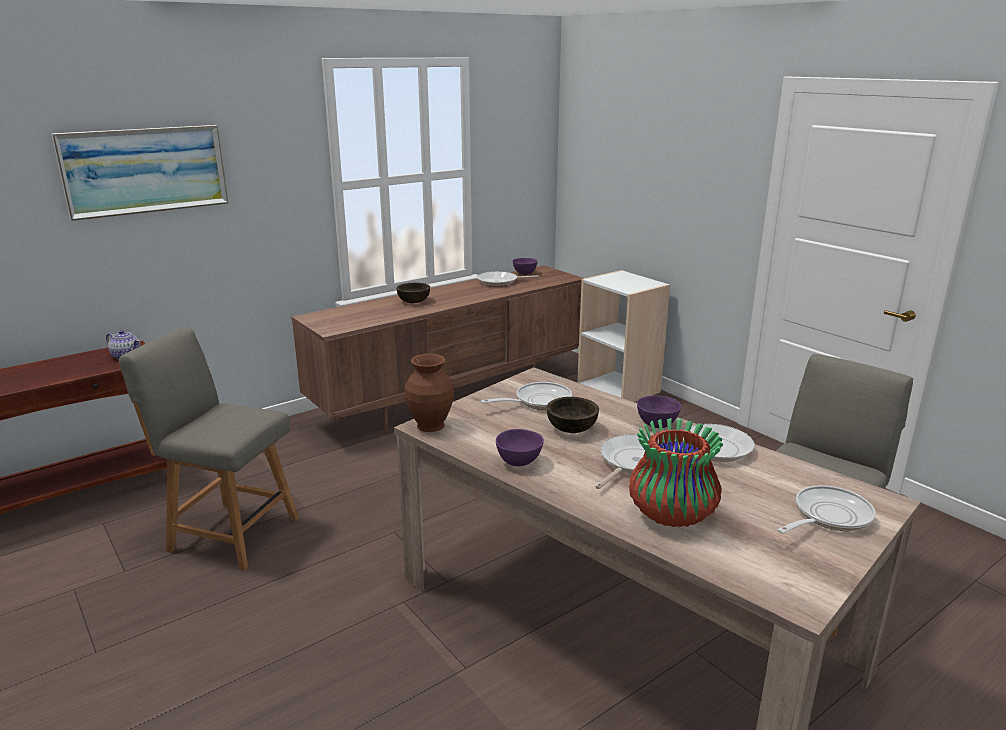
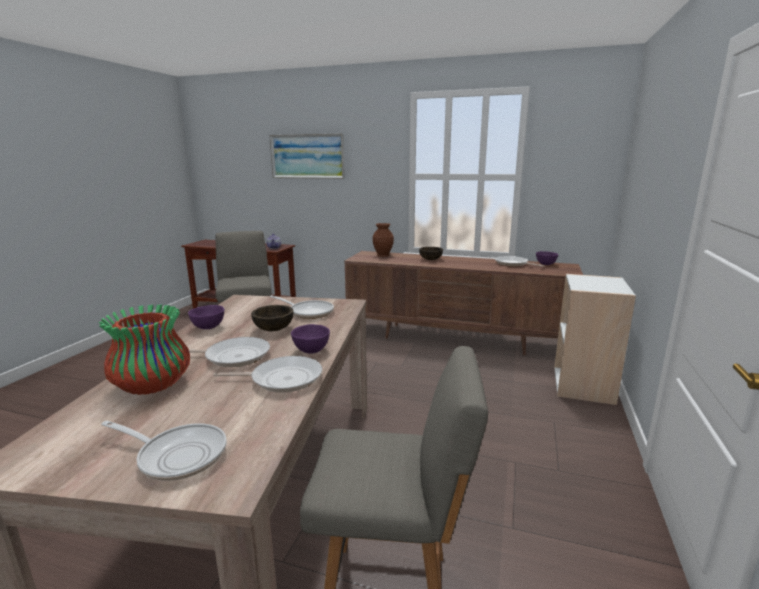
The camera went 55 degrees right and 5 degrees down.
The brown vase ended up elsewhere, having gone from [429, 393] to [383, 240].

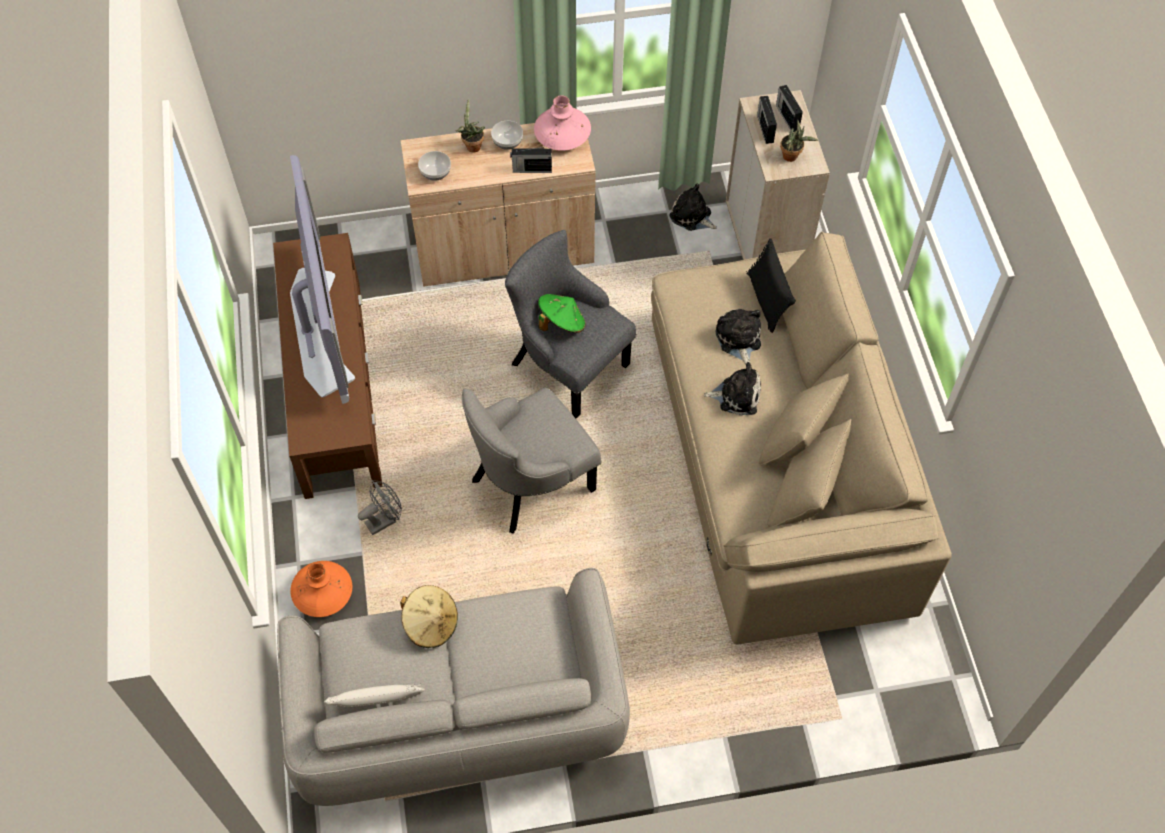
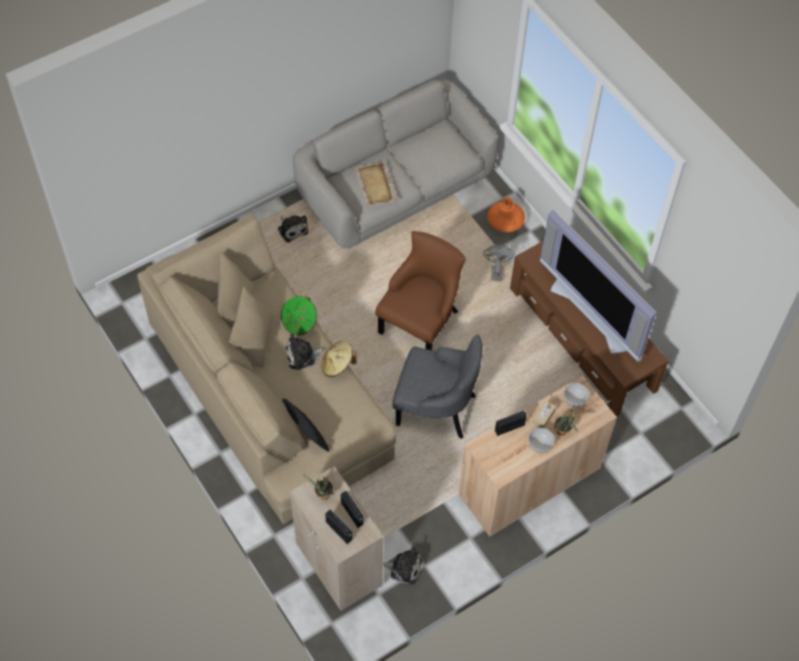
The camera went 155 degrees right and 0 degrees up.
The second view lost the white pillow at [374, 695].
The grey fan at [380, 507] ended up facing another way, 150 degrees clockwise from before.
The beige hat ended up elsewhere, having gone from [429, 616] to [339, 359].
What was the grey armchair at [532, 461] turned into the brown armchair at [420, 290].
The second view lost the pink vase at [562, 123].
The green hat ended up elsewhere, having gone from [562, 313] to [299, 315].
The plush toy ended up elsewhere, having gone from [738, 337] to [293, 229].
The second view gained the beige tray at [376, 184].
The second view gained the beige tissue box at [544, 414].

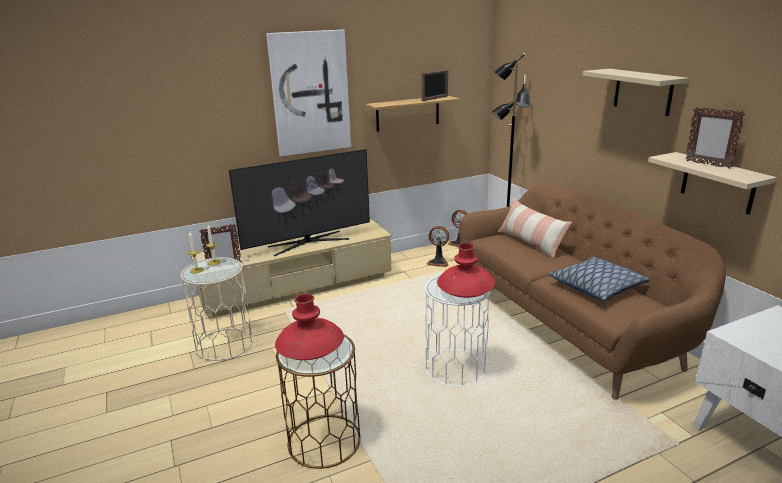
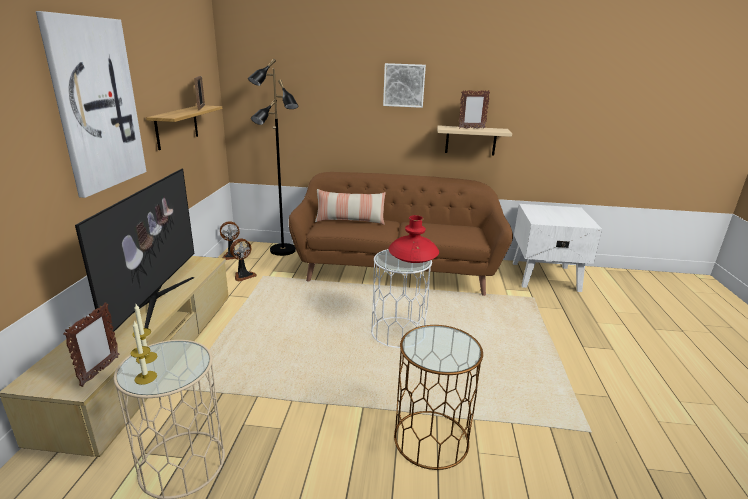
The camera went 60 degrees left and 0 degrees up.
The second view lost the red vase at [309, 327].
The second view lost the pillow at [599, 278].
Where the beige shelf hung at [635, 92], the picture came to hang at [404, 85].

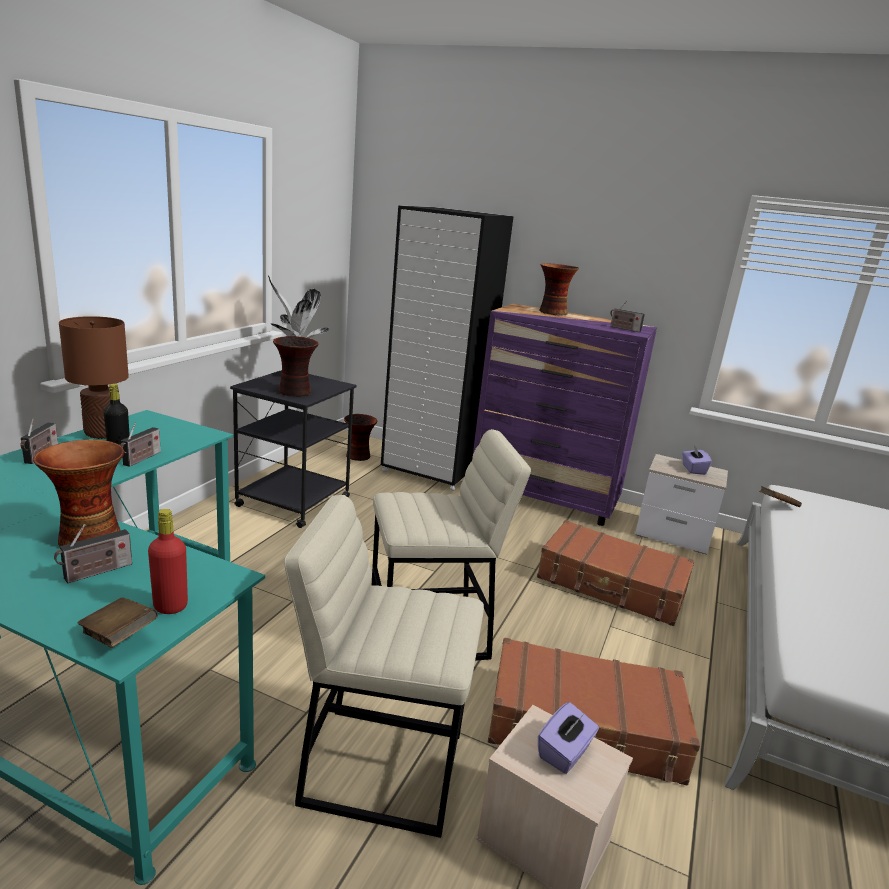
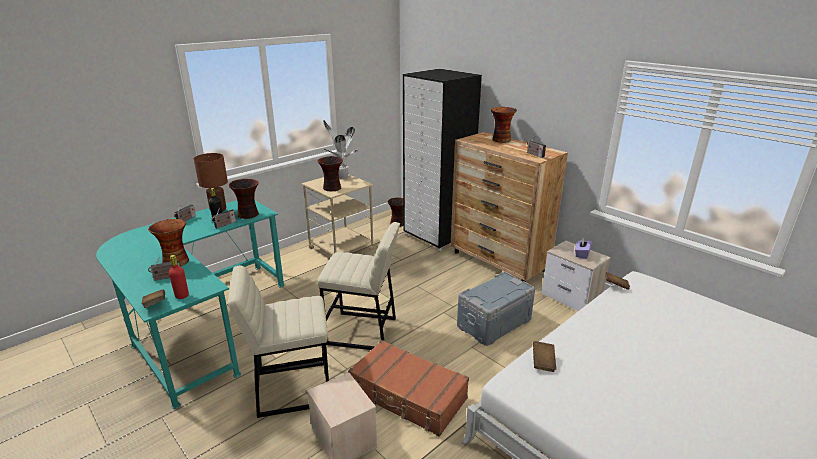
The camera went 25 degrees right and 5 degrees up.
What was the black cart at [293, 449] turned into the beige cart at [338, 215].
The beige chair at [384, 666] ended up facing another way, 45 degrees counterclockwise from before.
What was the purple dresser at [565, 415] turned into the brown dresser at [509, 207].
Where the brown suitcase stood at [616, 573], the grey storage box came to stand at [496, 309].
The second view lost the purple tissue box at [568, 738].
The second view gained the vase at [244, 199].
The second view gained the brown book at [544, 356].

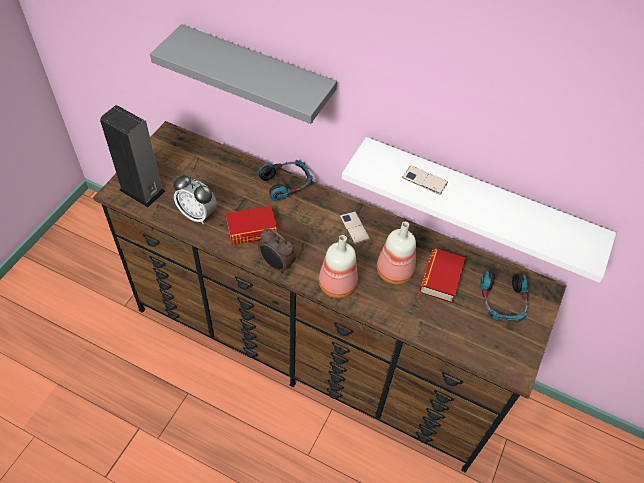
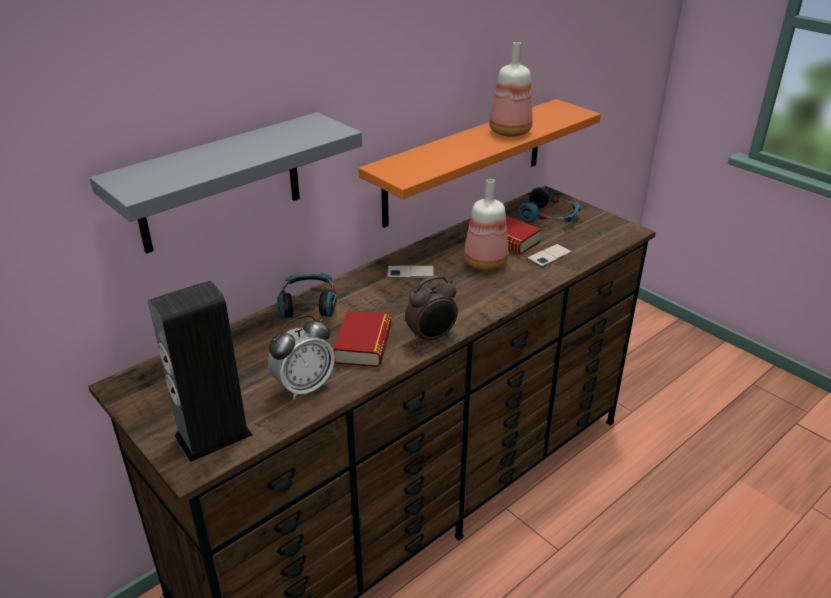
The camera went 65 degrees left and 20 degrees down.
The bottle ended up elsewhere, having gone from [338, 266] to [511, 89].
What was the white shelf at [479, 210] turned into the orange shelf at [479, 163].
The phone ended up elsewhere, having gone from [425, 180] to [549, 255].

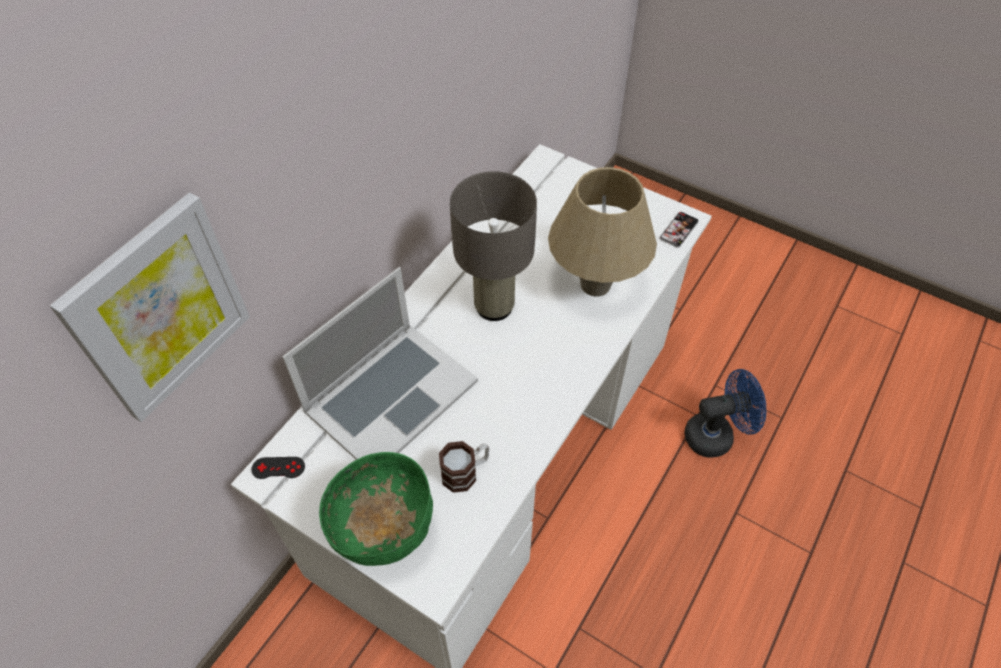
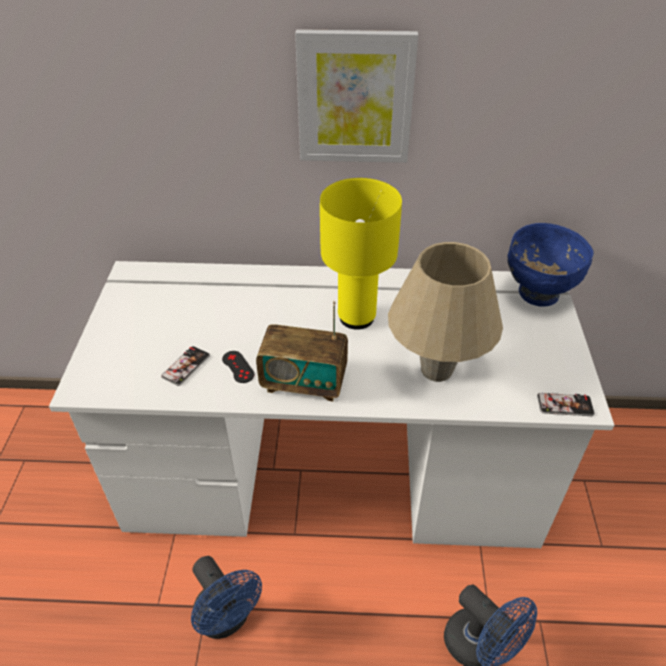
The camera went 60 degrees right and 10 degrees down.
The picture ended up elsewhere, having gone from [150, 307] to [356, 96].
The black game controller ended up elsewhere, having gone from [278, 468] to [238, 367].
The second view lost the laptop at [380, 363].
The second view lost the green bowl at [376, 509].
Where the mug stood at [464, 467], the phone came to stand at [185, 366].
What was the grey table lamp at [493, 246] turned into the yellow table lamp at [361, 254].
The second view gained the blue fan at [226, 597].
The second view gained the radio at [302, 351].
The second view gained the blue bowl at [550, 265].

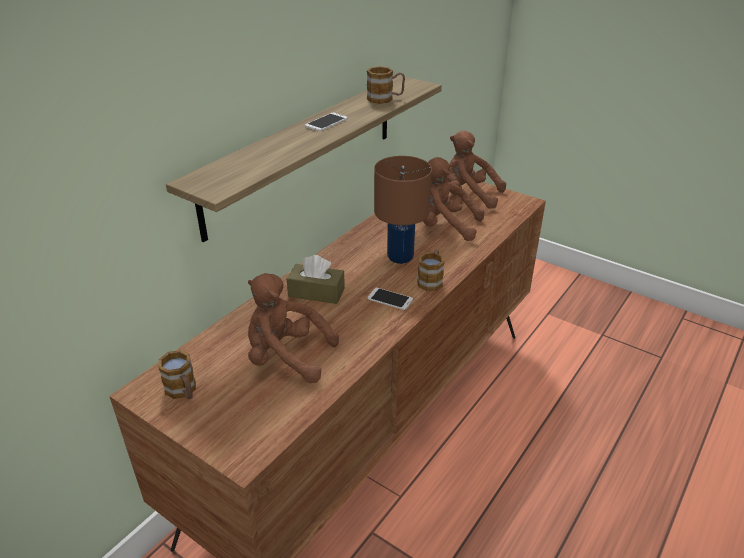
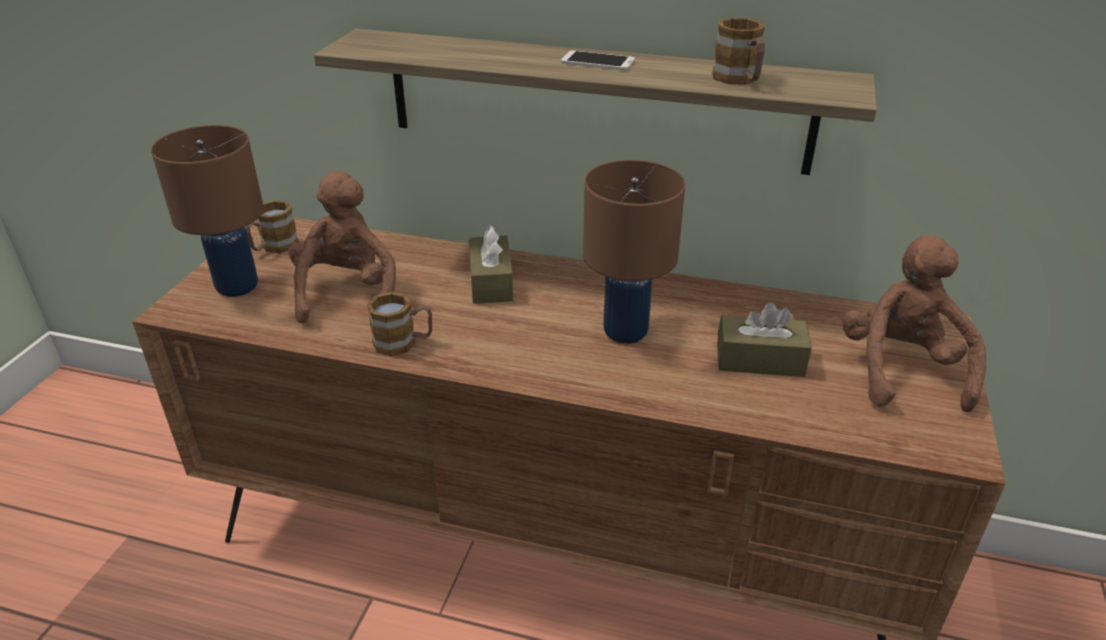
The camera went 70 degrees right and 0 degrees up.
The second view lost the phone at [390, 298].
The mug ended up elsewhere, having gone from [431, 270] to [399, 324].
Where the brown plush toy stood at [453, 199], the brown tissue box came to stand at [764, 339].
The second view gained the brown table lamp at [207, 211].

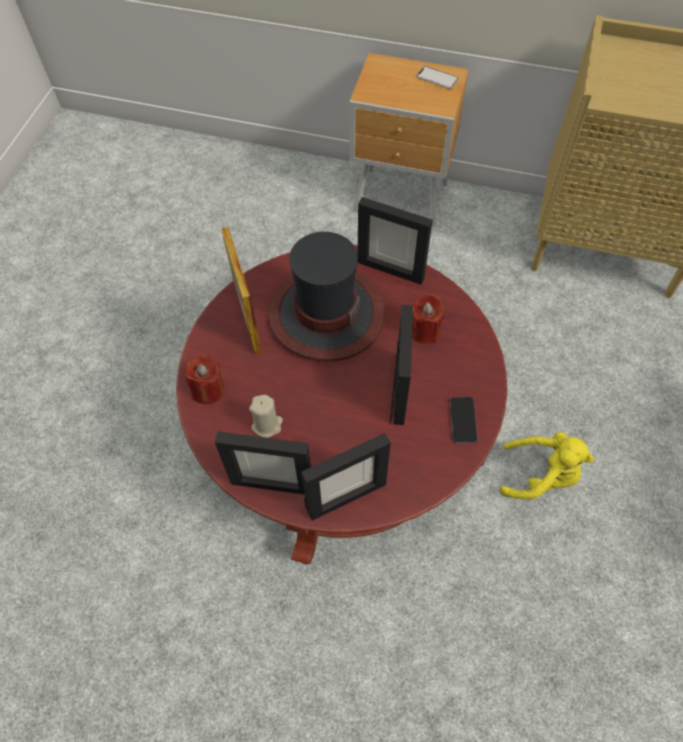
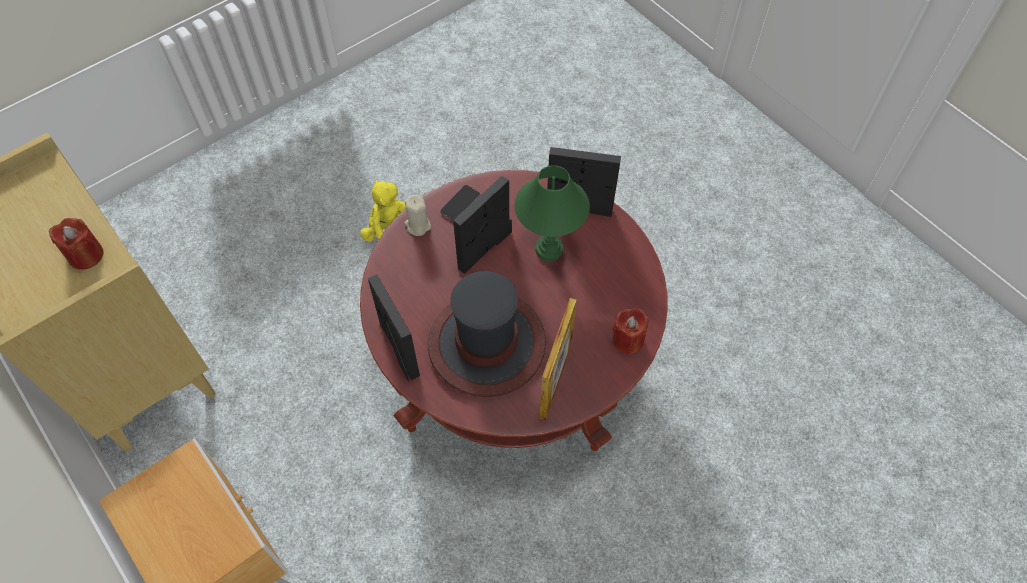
The camera went 145 degrees left and 0 degrees up.
The second view lost the picture frame at [263, 463].
The beige candle ended up elsewhere, having gone from [266, 416] to [417, 215].
The red candle ended up elsewhere, having gone from [428, 319] to [76, 243].
The second view lost the phone at [437, 77].
The second view gained the green table lamp at [552, 213].

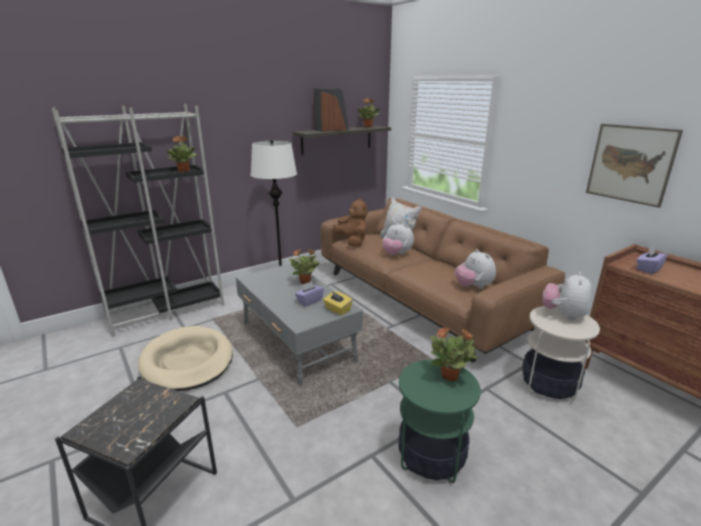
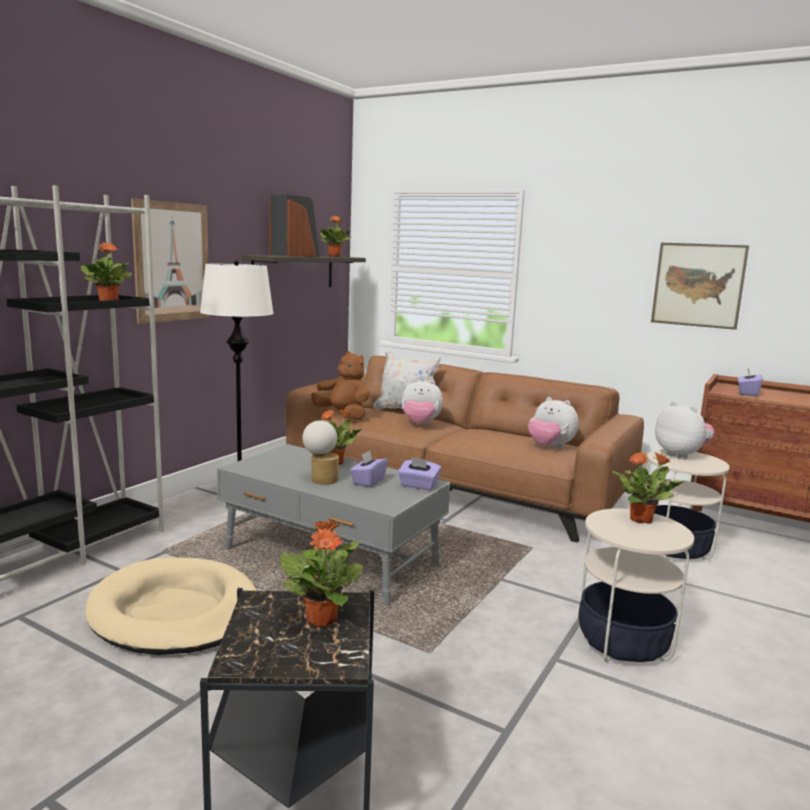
The camera went 25 degrees left and 10 degrees down.
What was the yellow tissue box at [338, 303] turned into the purple tissue box at [419, 473].
What was the green side table at [439, 421] turned into the beige side table at [636, 585].
The plush toy at [567, 296] ended up facing another way, 150 degrees clockwise from before.
The second view gained the picture at [170, 261].
The second view gained the potted plant at [321, 573].
The second view gained the table lamp at [320, 452].

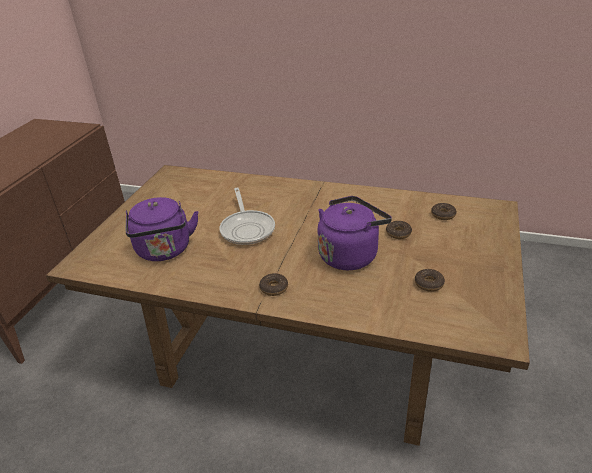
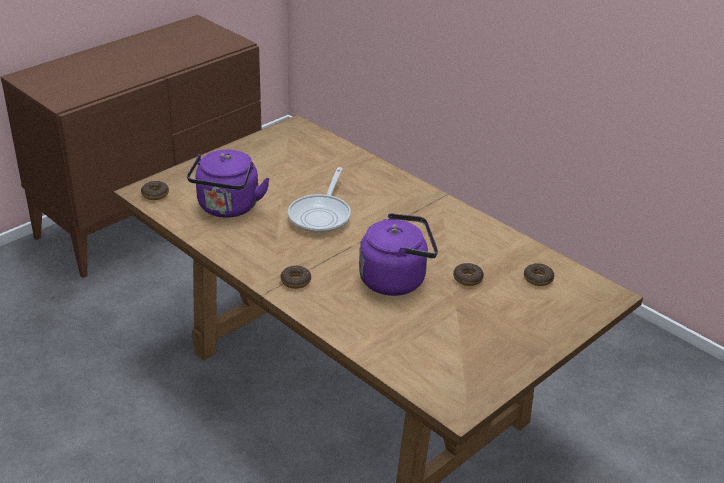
The camera went 25 degrees right and 0 degrees up.
The donut ended up elsewhere, having gone from [430, 280] to [155, 190].

